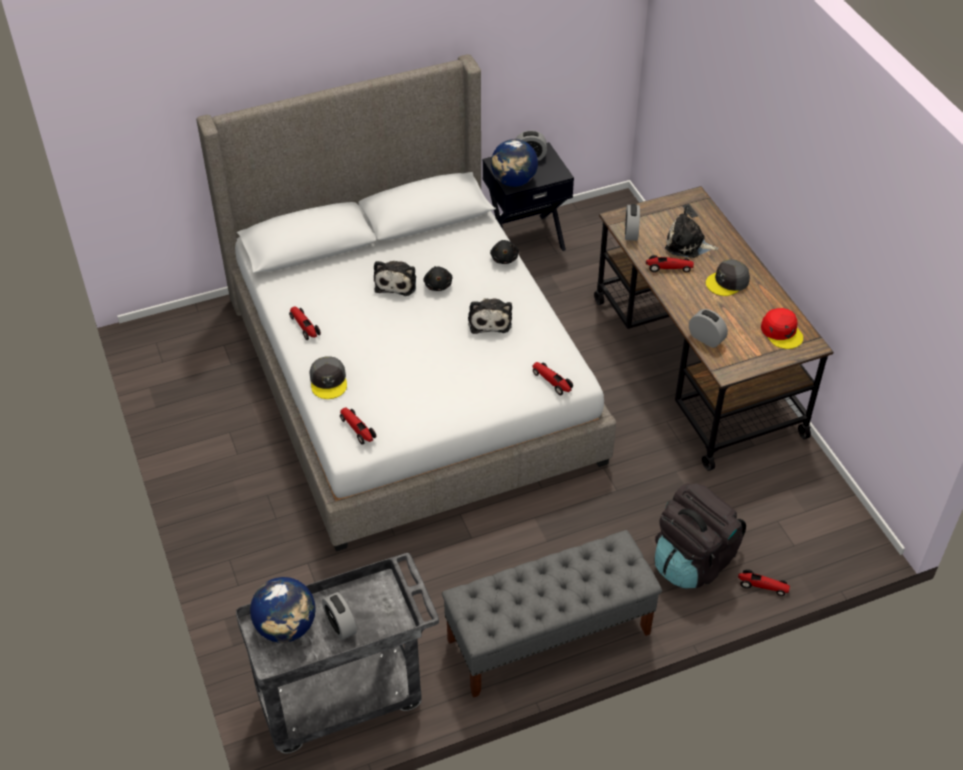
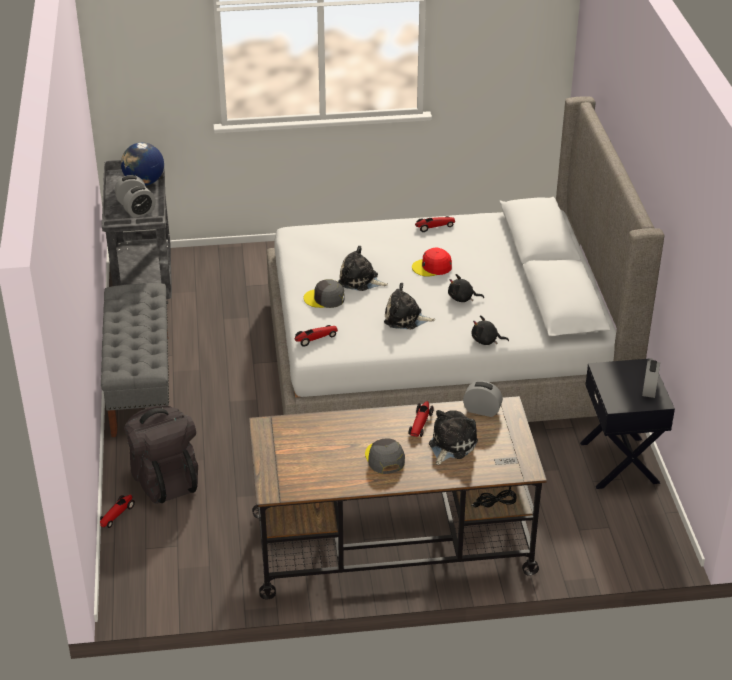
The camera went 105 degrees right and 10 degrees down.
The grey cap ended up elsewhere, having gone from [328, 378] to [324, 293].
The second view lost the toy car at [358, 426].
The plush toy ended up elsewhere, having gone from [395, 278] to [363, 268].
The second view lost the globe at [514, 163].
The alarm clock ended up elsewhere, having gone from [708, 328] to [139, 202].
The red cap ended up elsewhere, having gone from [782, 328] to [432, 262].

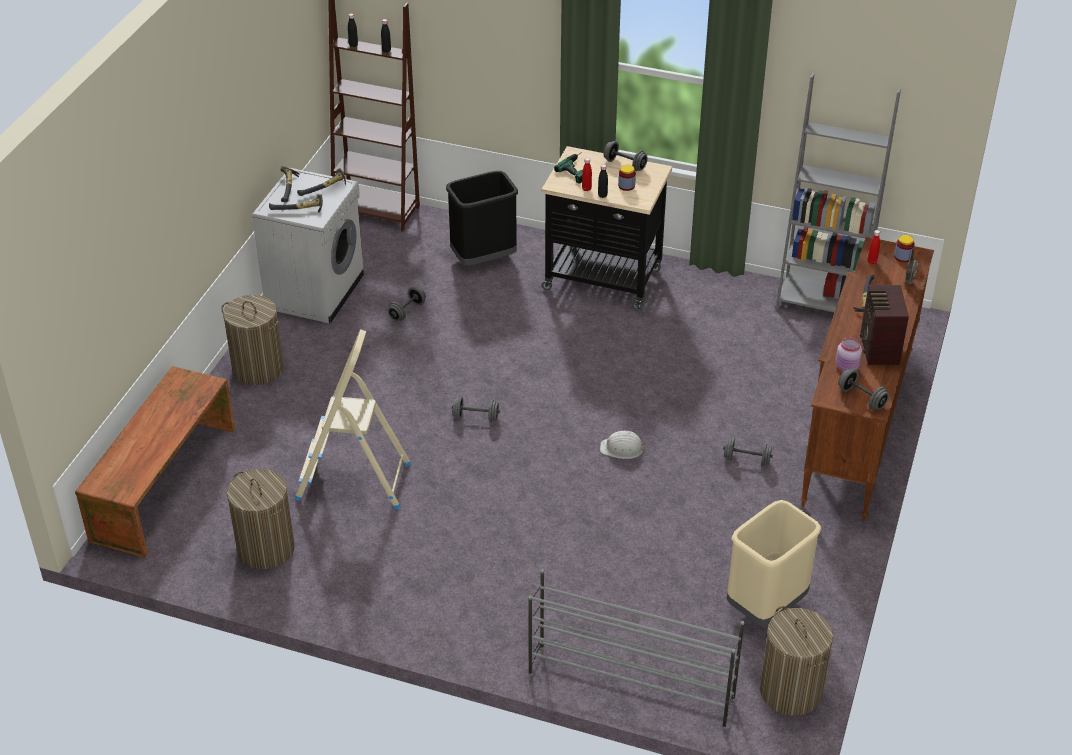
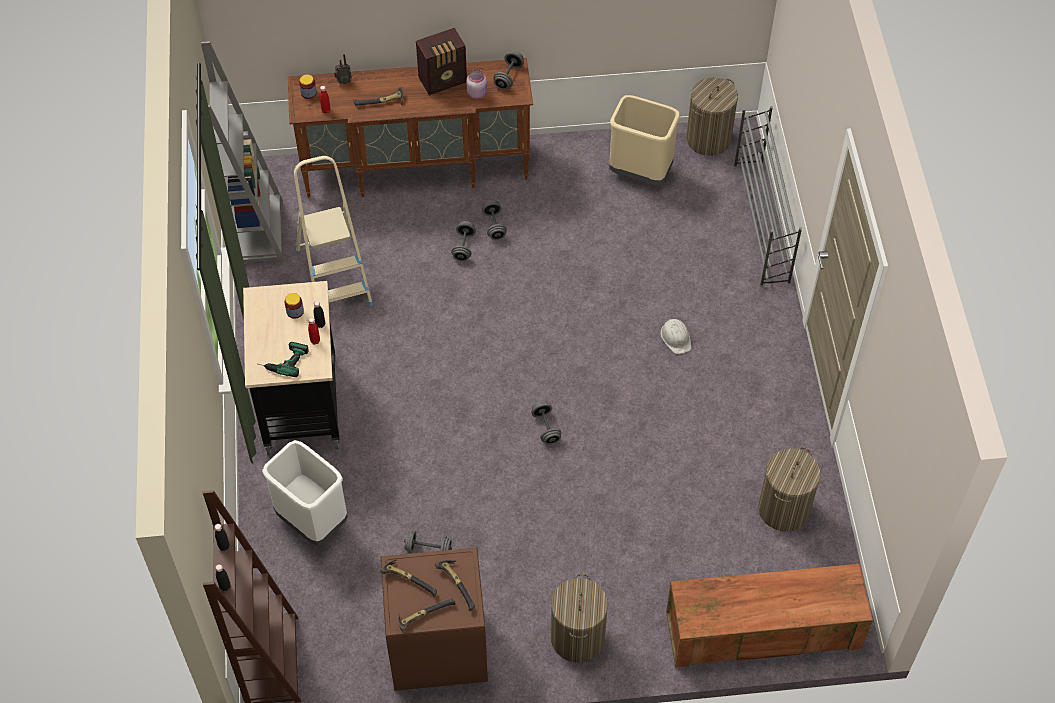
The camera went 115 degrees left and 15 degrees up.
What was the white washing machine at [308, 246] turned into the brown washing machine at [434, 619].
The beige step ladder ended up elsewhere, having gone from [353, 419] to [333, 231].
What was the black trash can at [482, 218] turned into the white trash can at [305, 492].
The white hard hat ended up elsewhere, having gone from [623, 445] to [675, 336].
The grey dumbbell ended up elsewhere, having gone from [625, 156] to [463, 241].

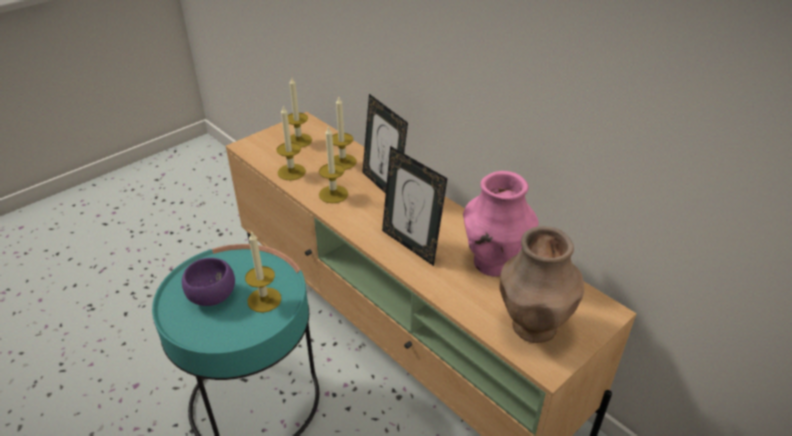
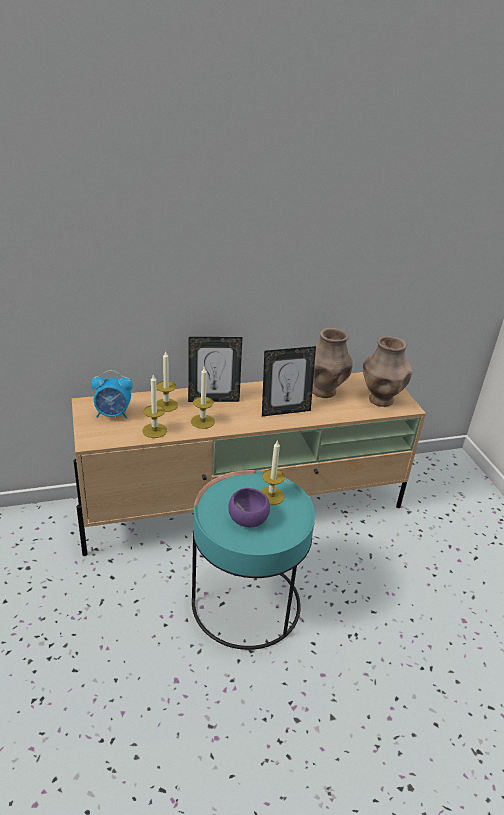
The camera went 65 degrees left and 5 degrees down.
Where the candle stood at [300, 112], the alarm clock came to stand at [112, 394].
What was the pink vase at [501, 224] turned into the brown vase at [332, 362].

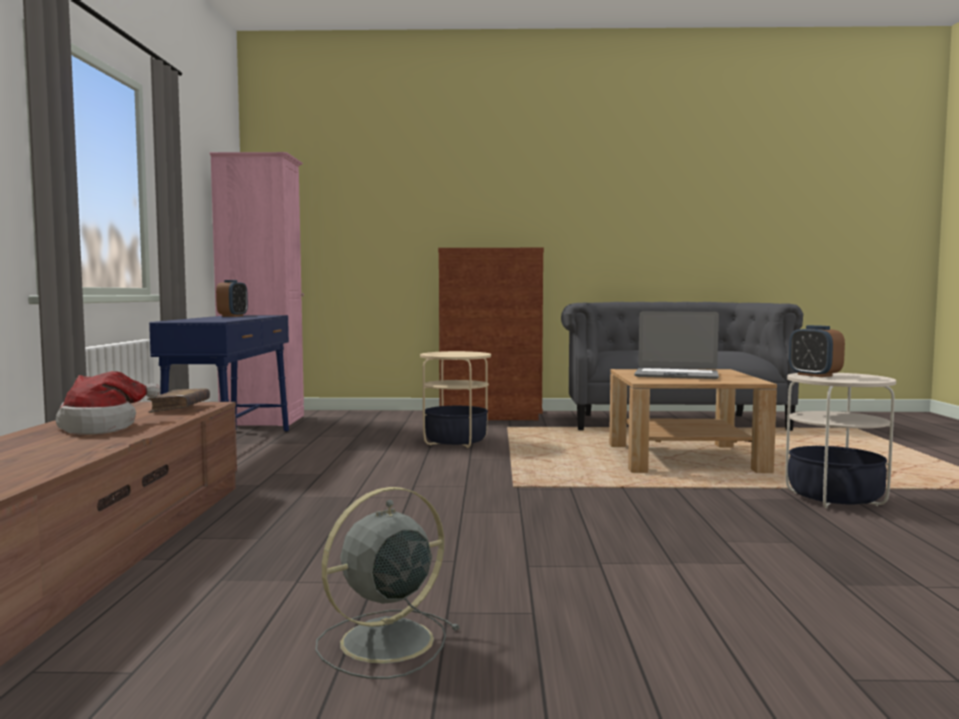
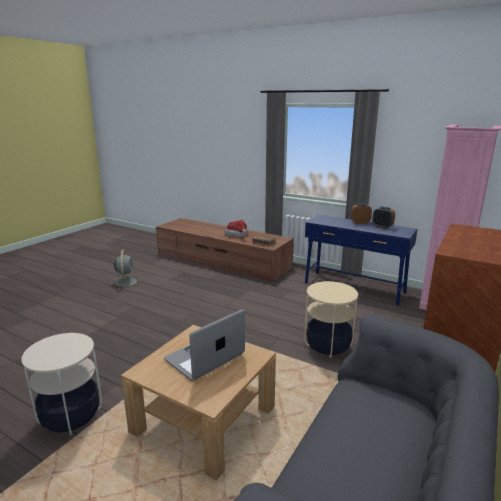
The camera went 120 degrees right and 15 degrees up.
The alarm clock ended up elsewhere, having gone from [817, 351] to [361, 213].

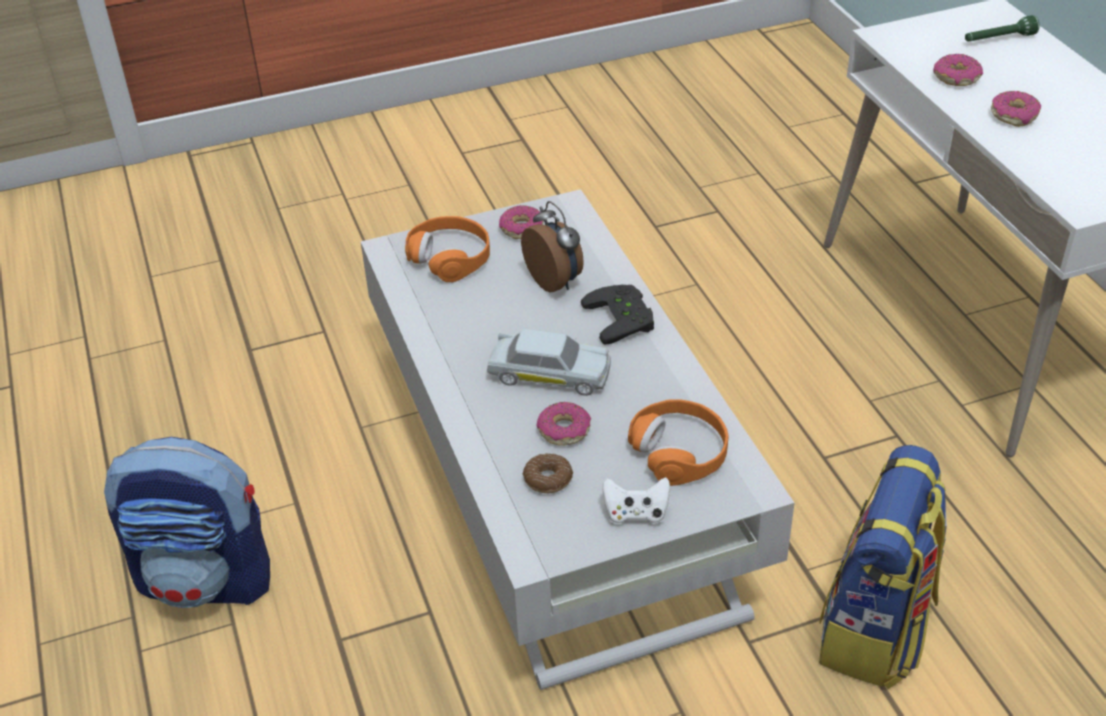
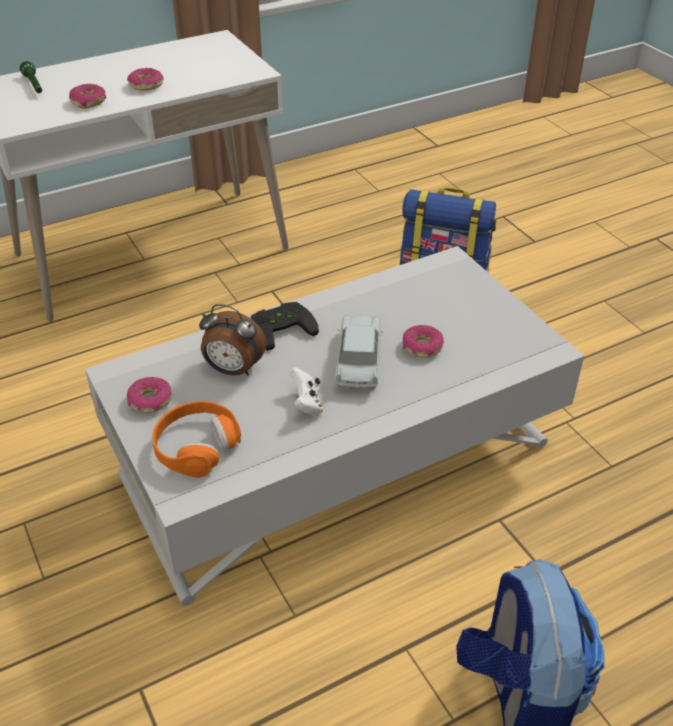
The camera went 100 degrees left and 0 degrees up.
The alarm clock at [552, 246] ended up facing another way, 120 degrees counterclockwise from before.
The second view lost the donut at [548, 473].
The white game controller ended up elsewhere, having gone from [636, 500] to [306, 391].
The second view lost the orange headphones at [678, 442].

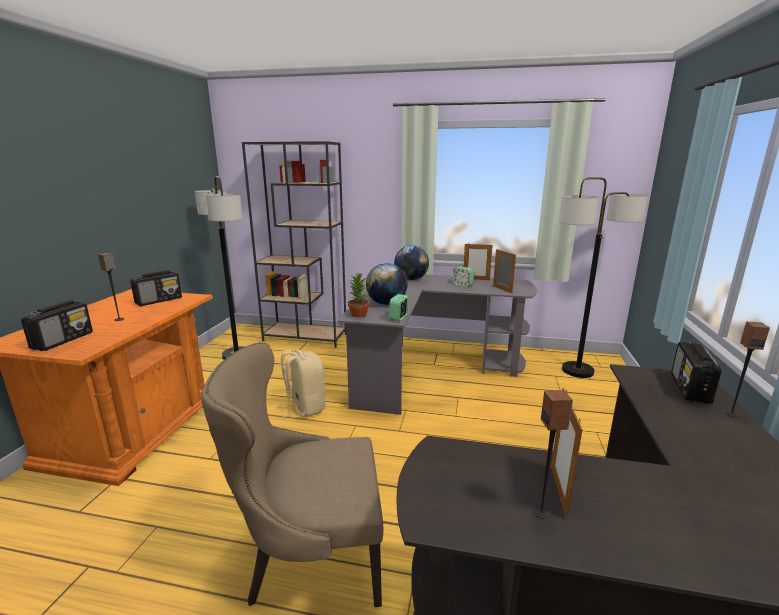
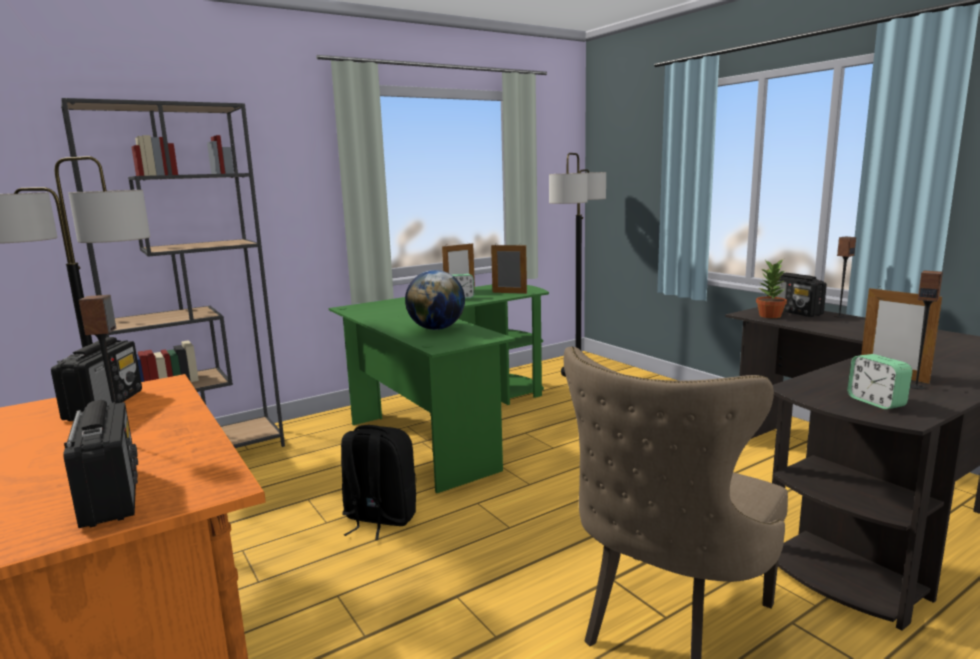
The camera went 45 degrees left and 5 degrees down.
What was the beige backpack at [302, 384] turned into the black backpack at [378, 482].
What was the grey desk at [437, 345] turned into the green desk at [439, 389].
The potted plant ended up elsewhere, having gone from [358, 294] to [771, 288].
The alarm clock ended up elsewhere, having gone from [399, 308] to [879, 382].
The second view lost the globe at [411, 262].

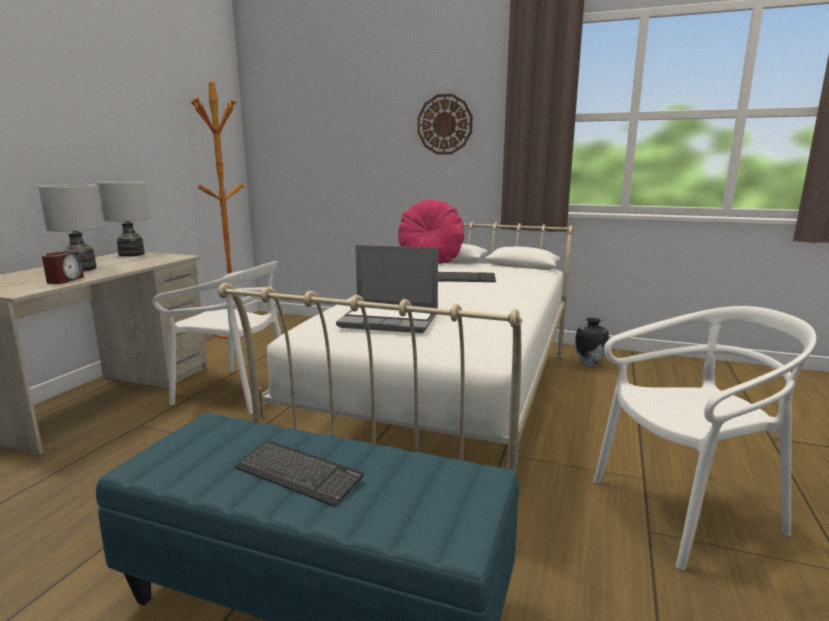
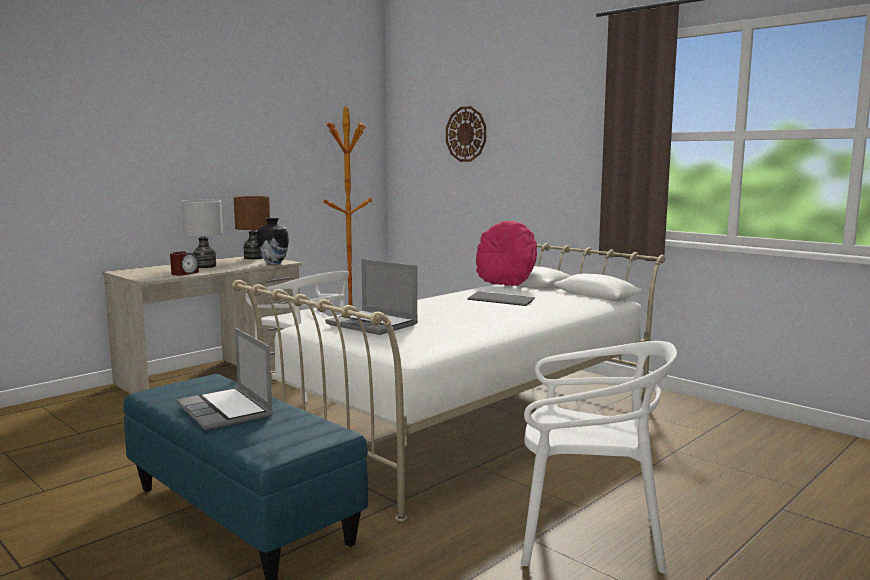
The camera went 25 degrees right and 5 degrees down.
What was the grey table lamp at [124, 218] turned into the brown table lamp at [252, 227].
Where the keyboard stood at [299, 473], the laptop came to stand at [224, 379].
The wall clock ended up elsewhere, having gone from [445, 124] to [466, 134].
The vase ended up elsewhere, having gone from [592, 342] to [273, 241].

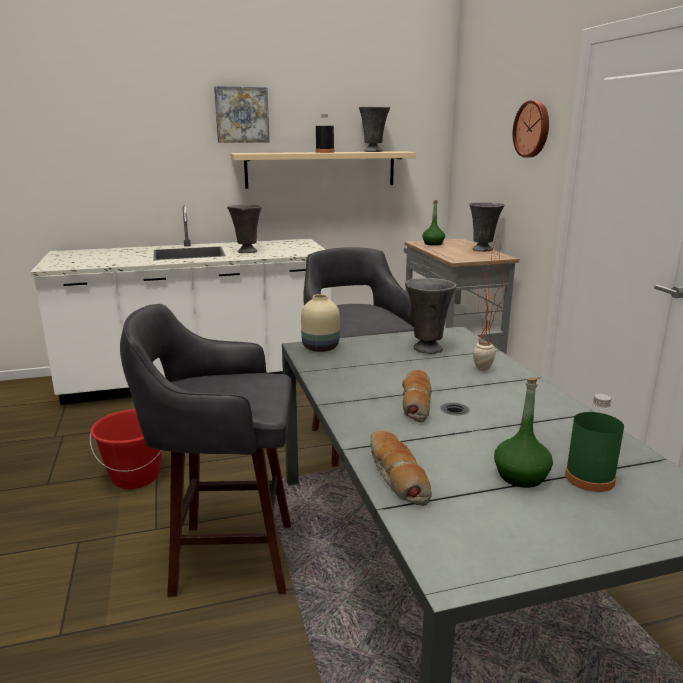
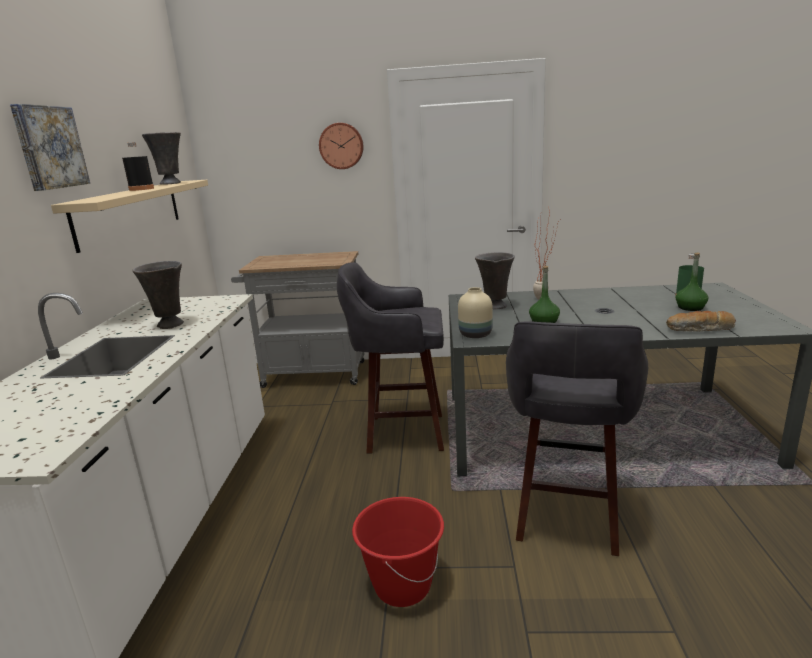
The camera went 70 degrees left and 0 degrees up.
The second view lost the bread at [416, 396].
The green bottle ended up elsewhere, having gone from [433, 223] to [544, 294].
The second view lost the grey vase at [486, 227].

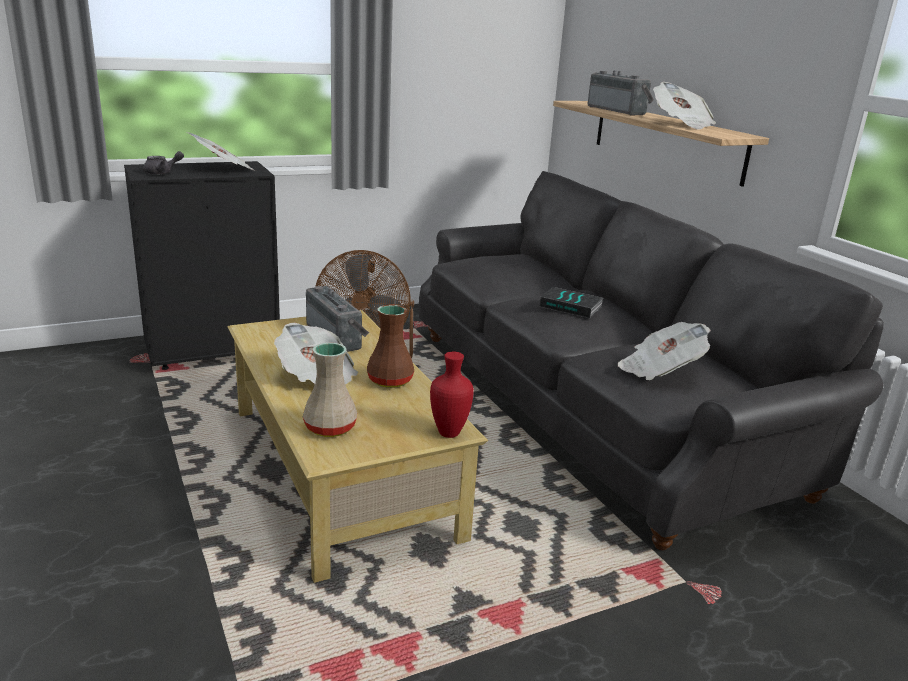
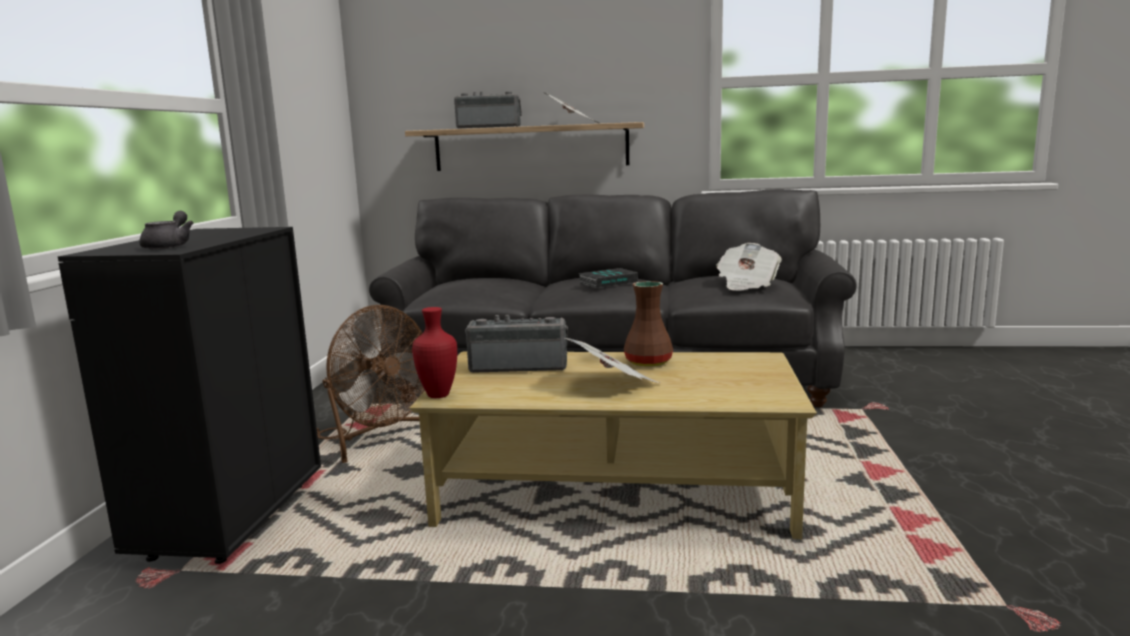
The camera went 55 degrees left and 10 degrees down.
The second view lost the newspaper at [221, 151].
The second view lost the beige vase at [330, 390].
The red vase ended up elsewhere, having gone from [452, 394] to [434, 352].

